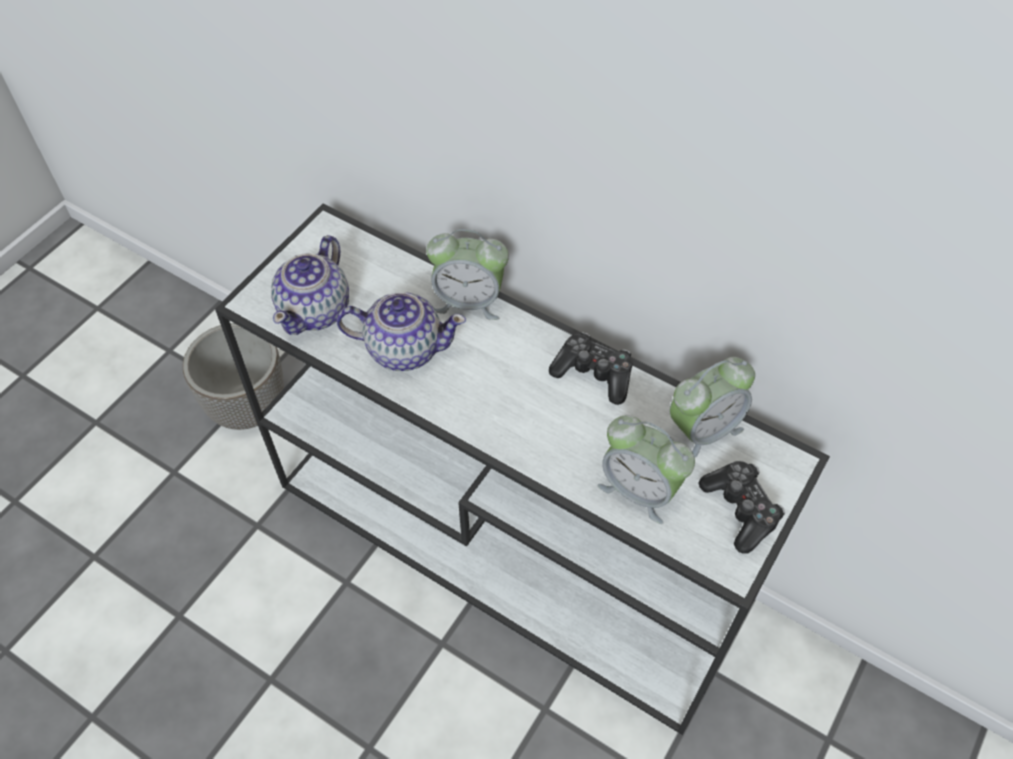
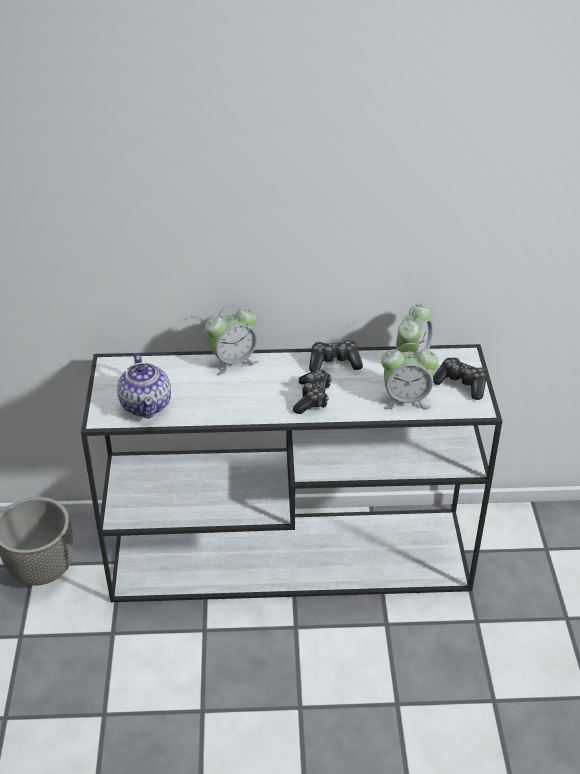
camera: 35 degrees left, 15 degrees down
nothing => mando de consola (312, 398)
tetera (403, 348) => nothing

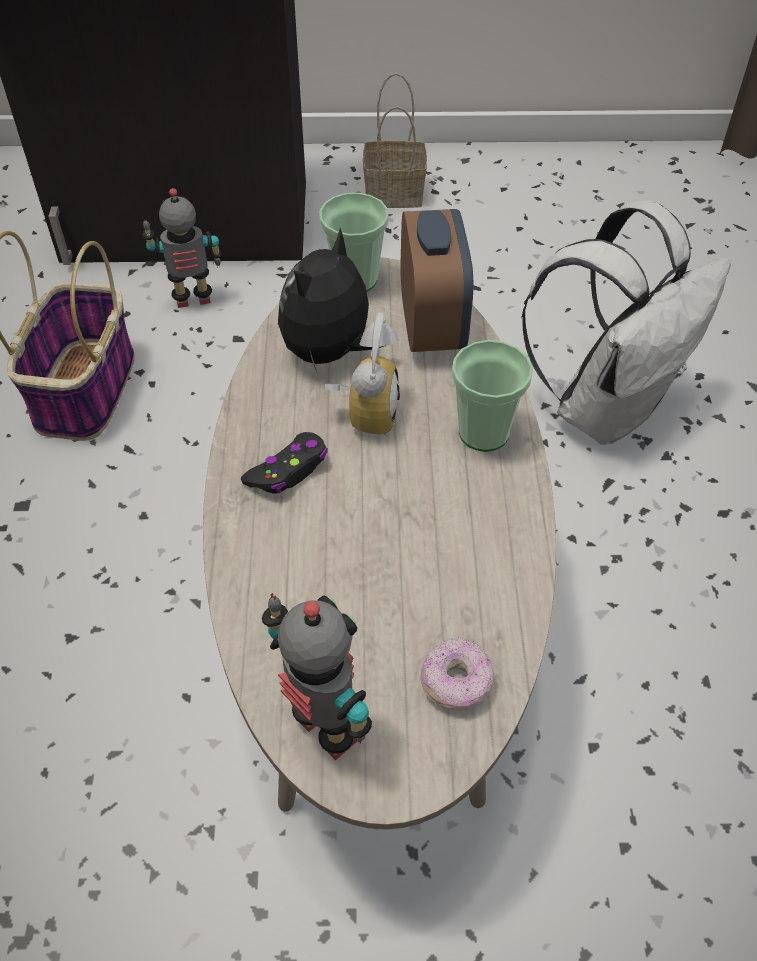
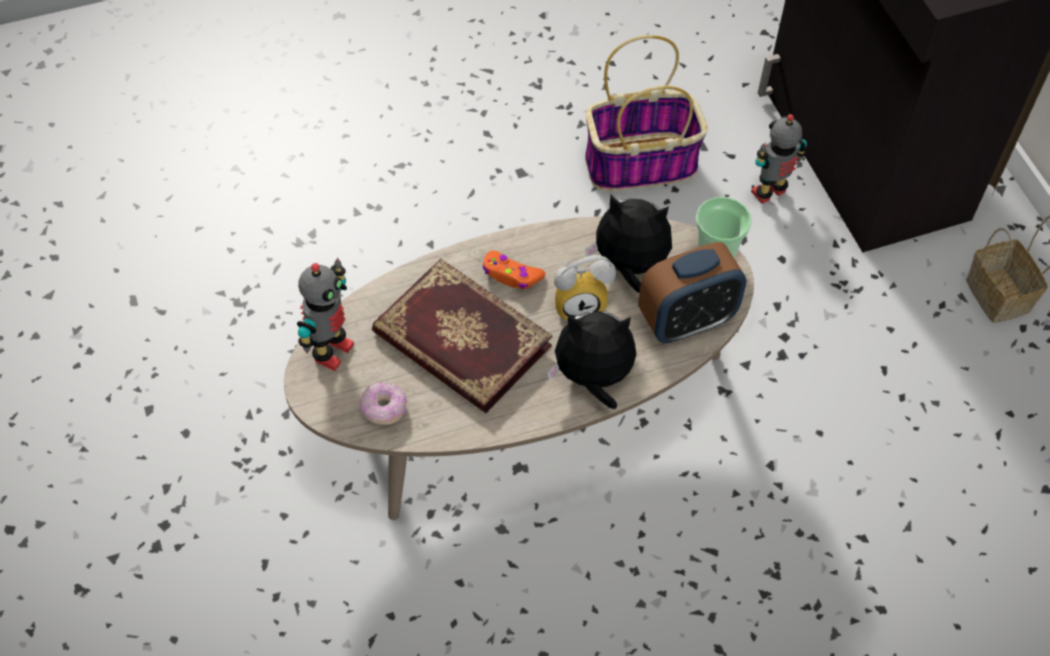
camera: 70 degrees right, 5 degrees up
nothing => libro (460, 341)
mando de consola/negro (289, 470) => mando de consola/naranja (511, 275)
taza (483, 432) => peluche (592, 378)
robot de juguete (193, 301) => robot de juguete (770, 194), 90 degrees counterclockwise
mochila/blanco (606, 406) => nothing

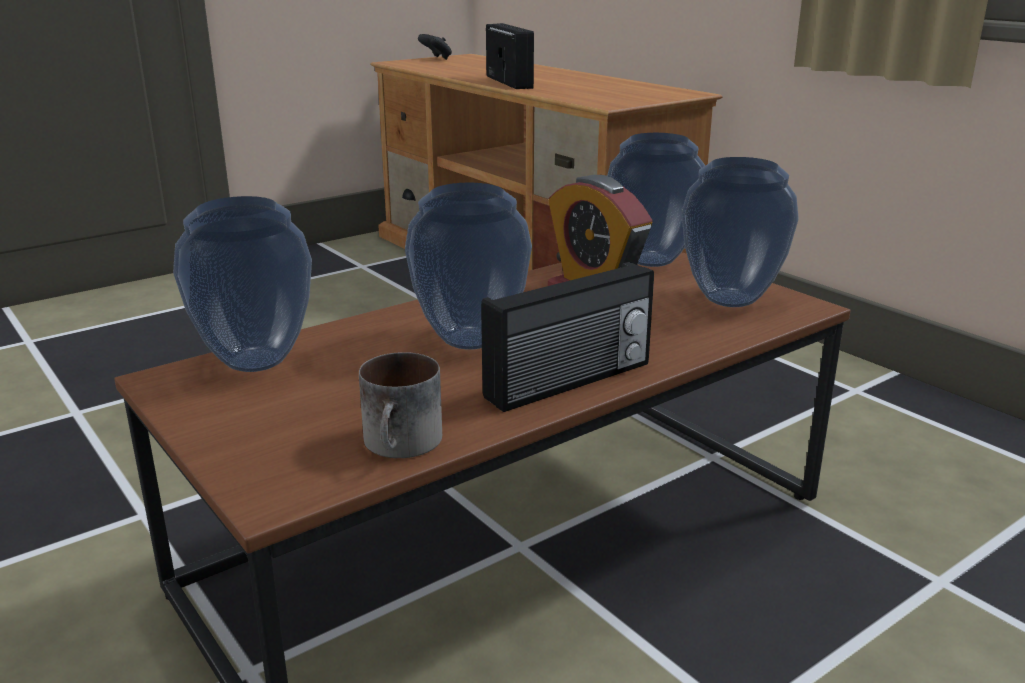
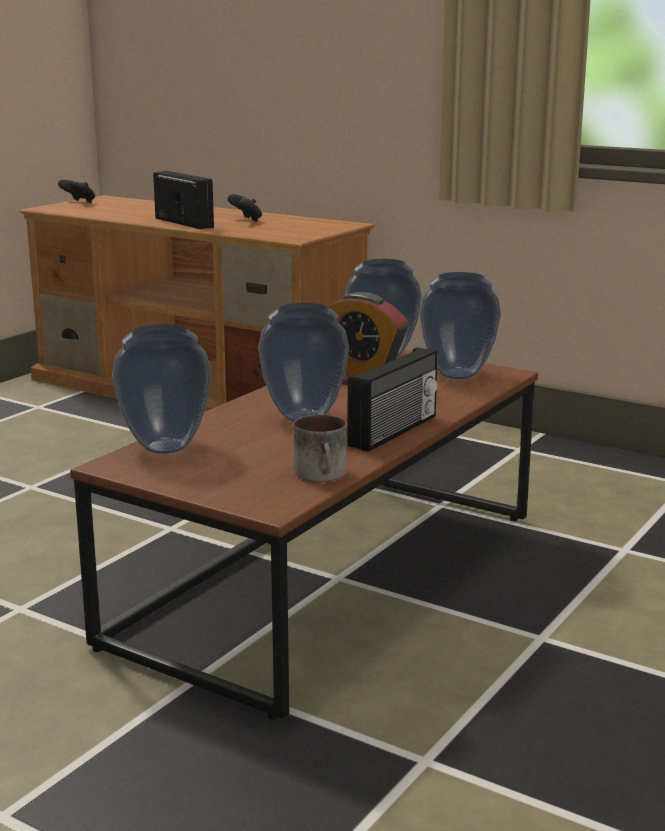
camera: 20 degrees left, 5 degrees down
nothing => mando de consola/negro (246, 220)

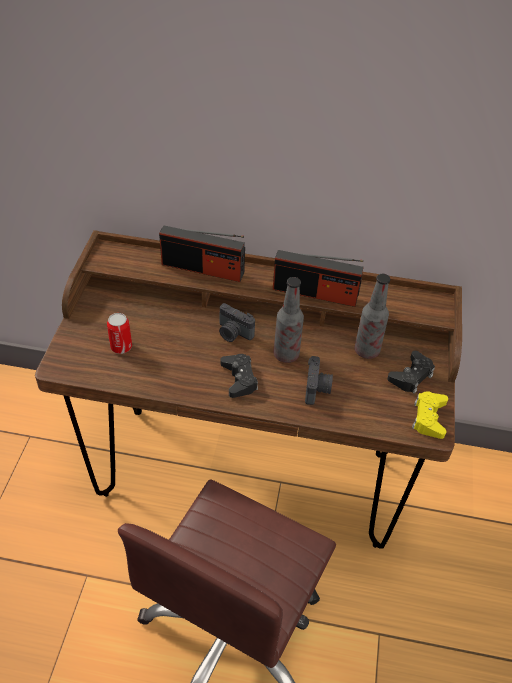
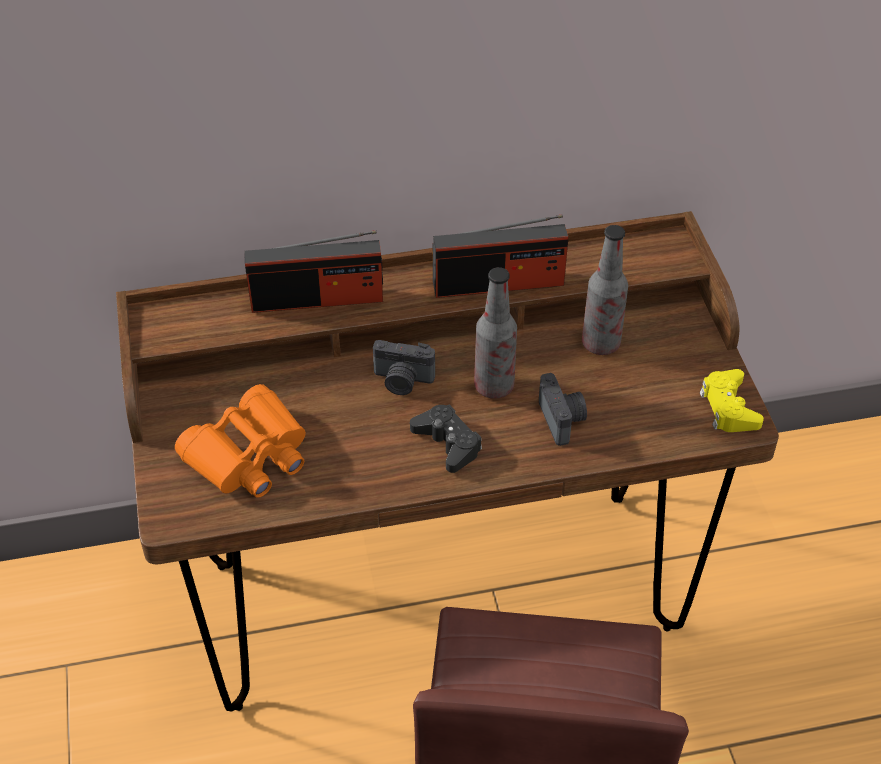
camera: 20 degrees left, 0 degrees up
lata (121, 347) => prismáticos/naranja (249, 456)
mando de consola/negro (411, 376) => nothing

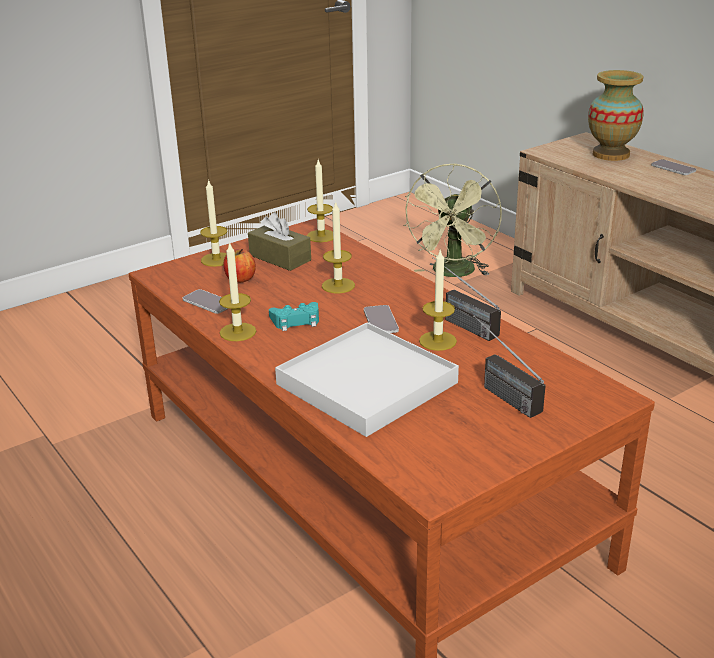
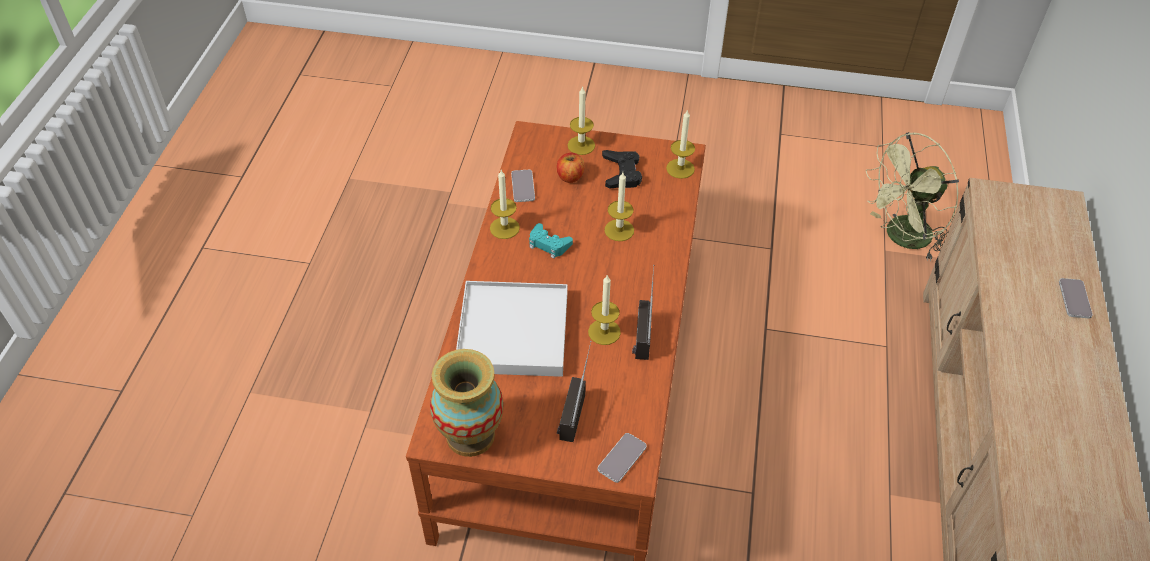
camera: 45 degrees right, 20 degrees up
florero (611, 155) => florero (470, 436), shifted
móvil (380, 321) => móvil (622, 458), shifted
caja de pañuelos/marrón (280, 258) => mando de consola/negro (621, 173)

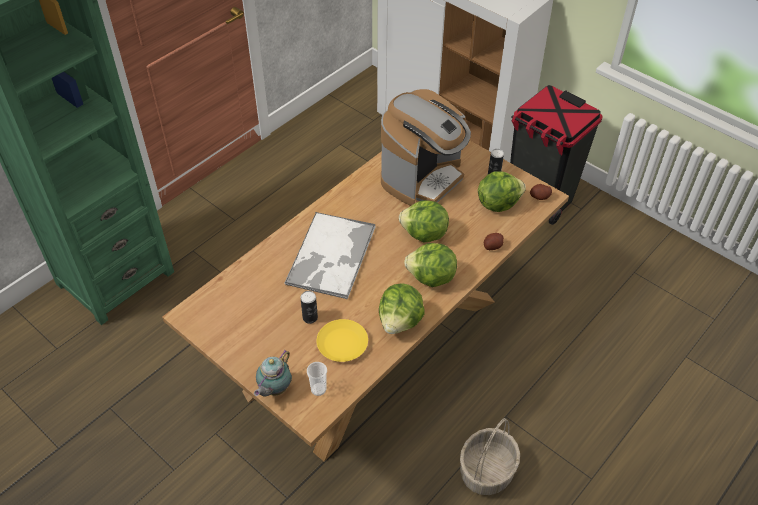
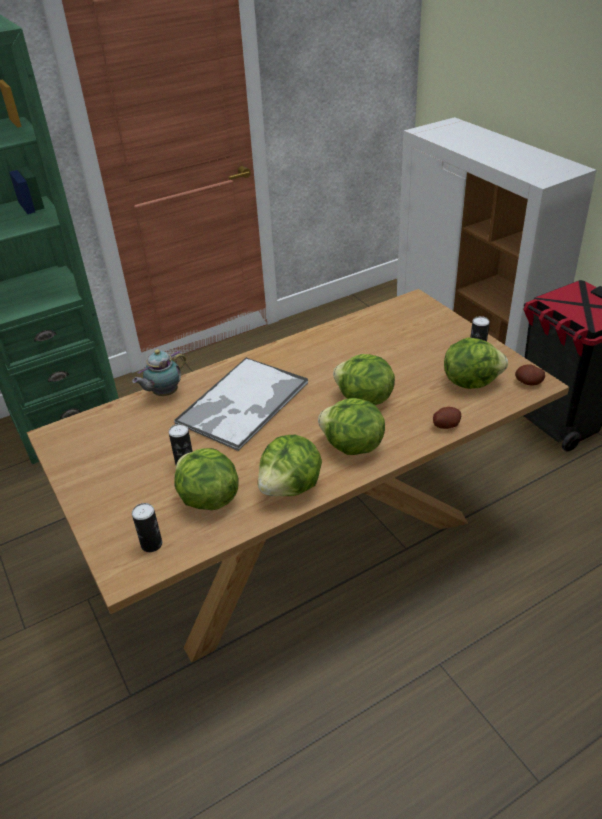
camera: 20 degrees right, 10 degrees down
tetera (274, 389) => tetera (164, 393), shifted
taza (318, 389) => lata (151, 544)
plato/amarillo (342, 344) => lechuga (207, 499)
cafetera (423, 178) => nothing
cesta (487, 472) => nothing

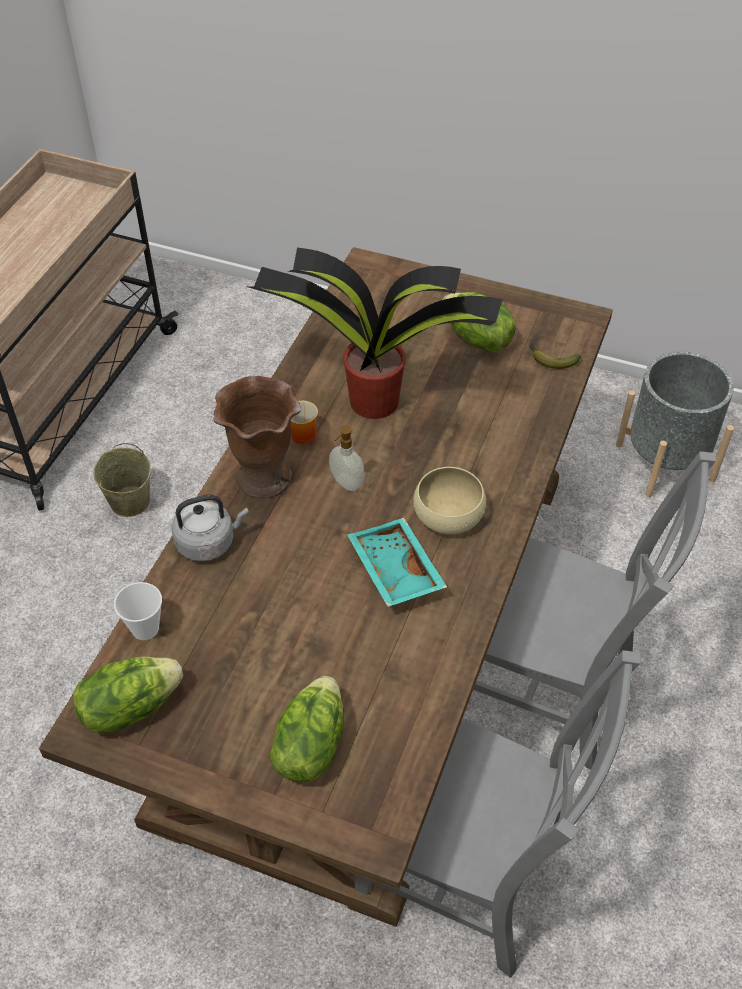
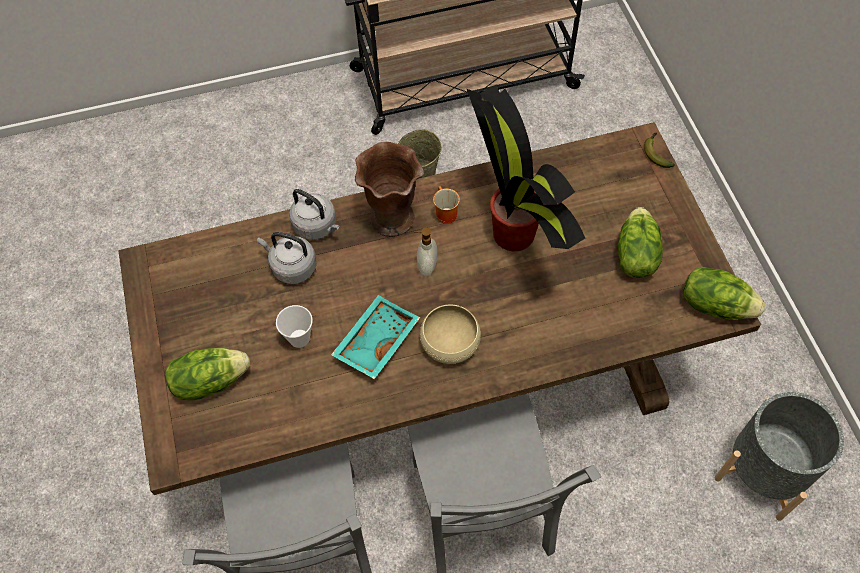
camera: 55 degrees right, 10 degrees up
nothing => hervidor/gris (291, 267)
taza (145, 629) => taza (299, 338), shifted
plátano (550, 360) => plátano (656, 153), shifted
lechuga (130, 707) => lechuga (715, 305), shifted

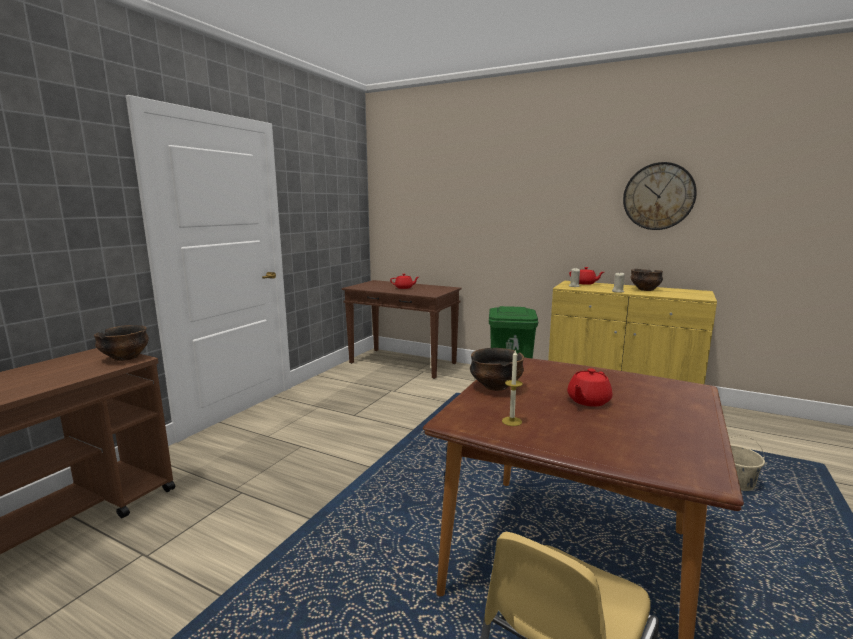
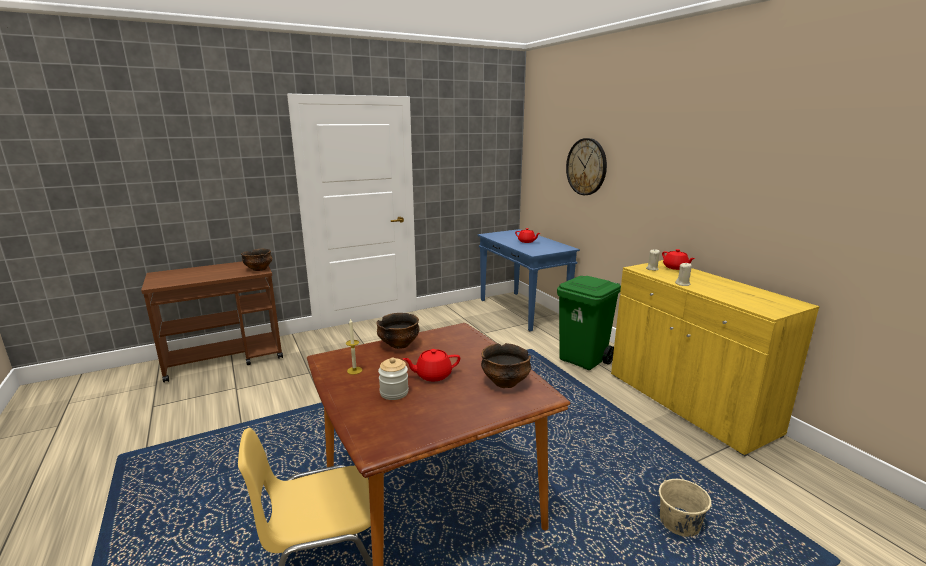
camera: 35 degrees right, 5 degrees up
nothing => tarro (394, 392)
mesa consola/marrón (403, 363) => mesa consola/azul (523, 311)
cuenco (645, 289) => cuenco (505, 382), shifted
reloj de pared (658, 196) => reloj de pared (586, 167), shifted

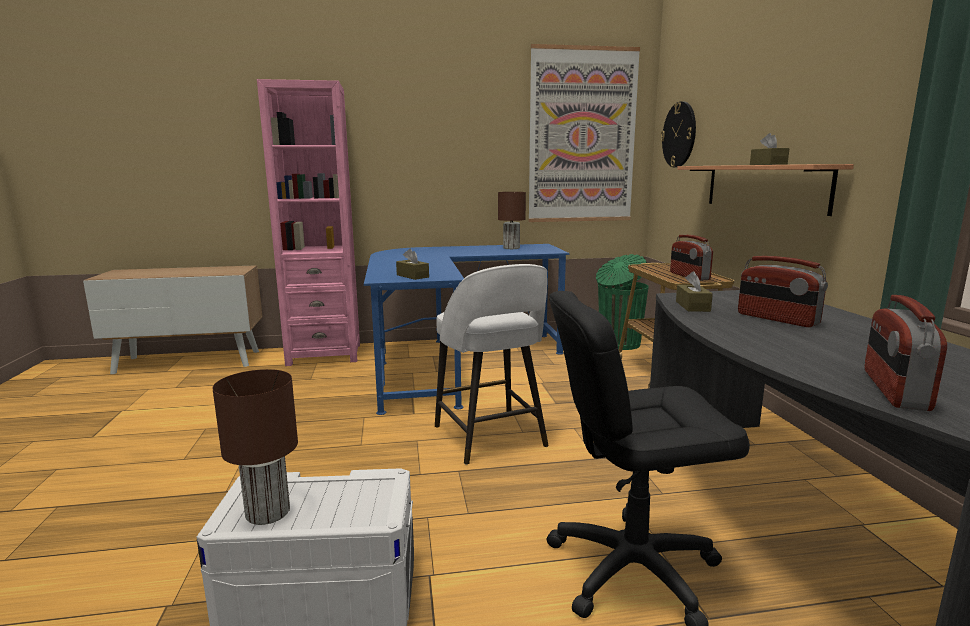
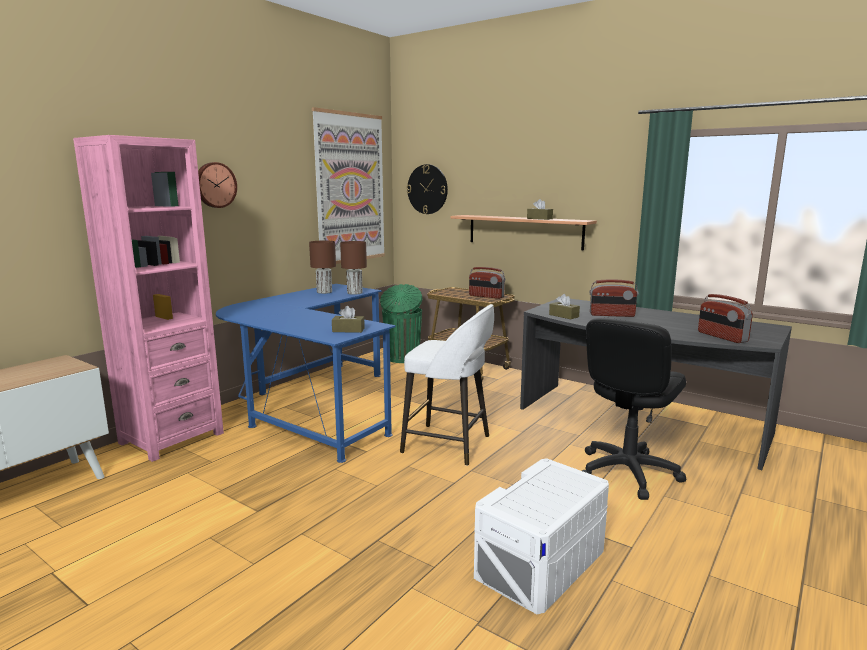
camera: 45 degrees left, 0 degrees up
nothing => reloj de pared (215, 185)
lámpara de mesa/marrón (266, 513) => lámpara de mesa/marrón (354, 293), shifted

